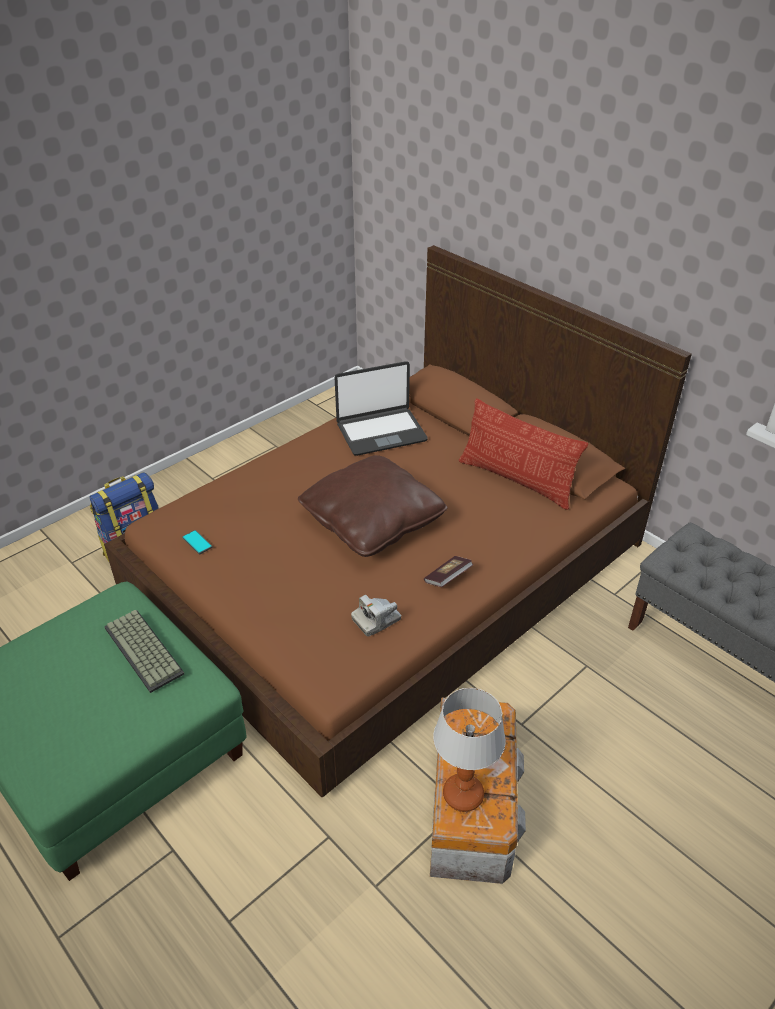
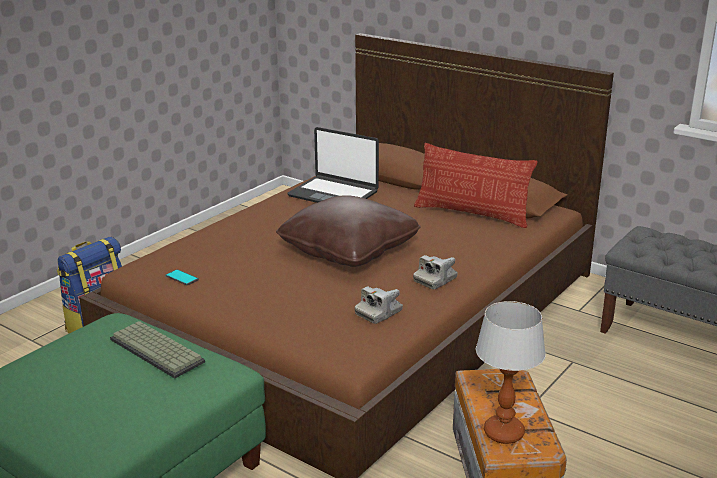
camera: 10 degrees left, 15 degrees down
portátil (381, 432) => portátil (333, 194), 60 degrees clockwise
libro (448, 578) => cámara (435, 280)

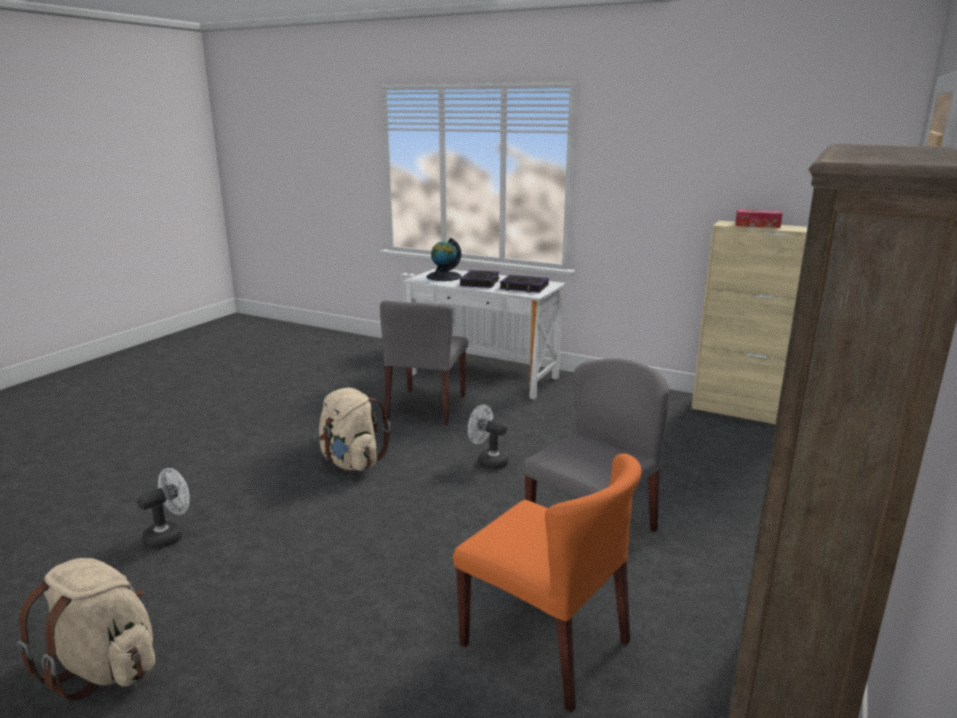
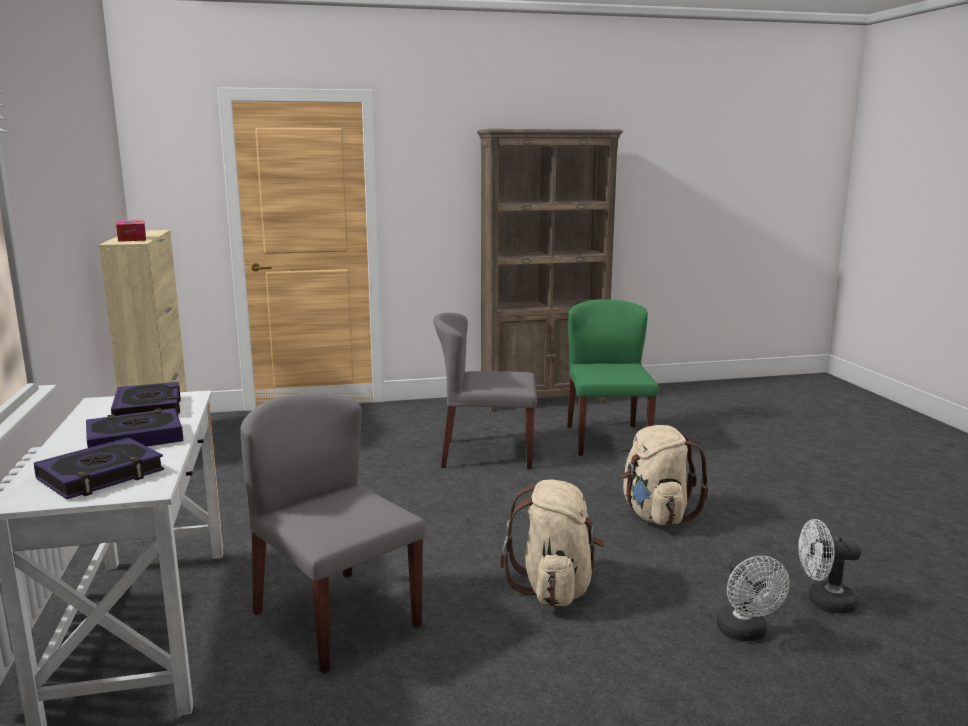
camera: 130 degrees left, 5 degrees down
globo terráqueo (444, 277) => libro (101, 475)
silla/gris (426, 407) => silla/gris (335, 618), 105 degrees counterclockwise
silla/naranja (546, 644) => silla/verde (607, 439)
mochila/beis (105, 667) => mochila/beis (656, 515), shifted
ventilador/blanco (488, 461) => ventilador/blanco (745, 633), shifted

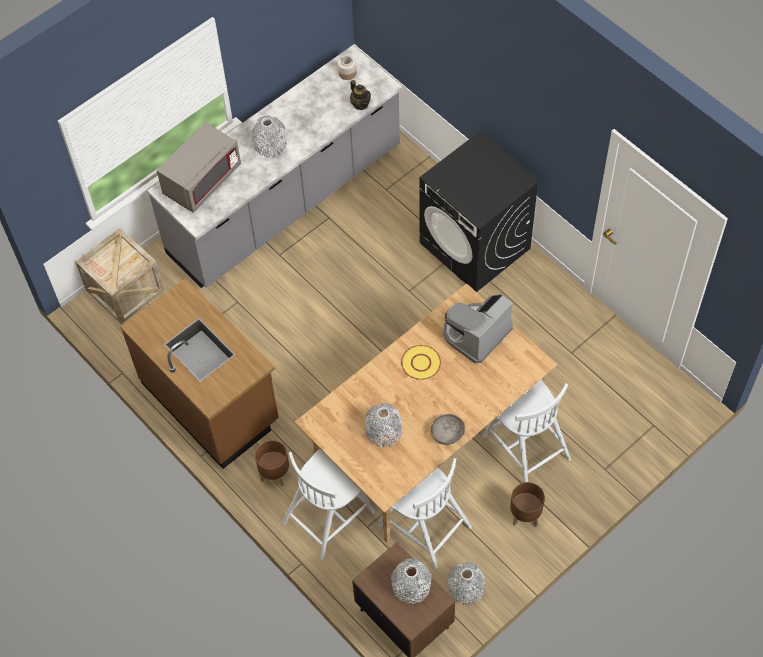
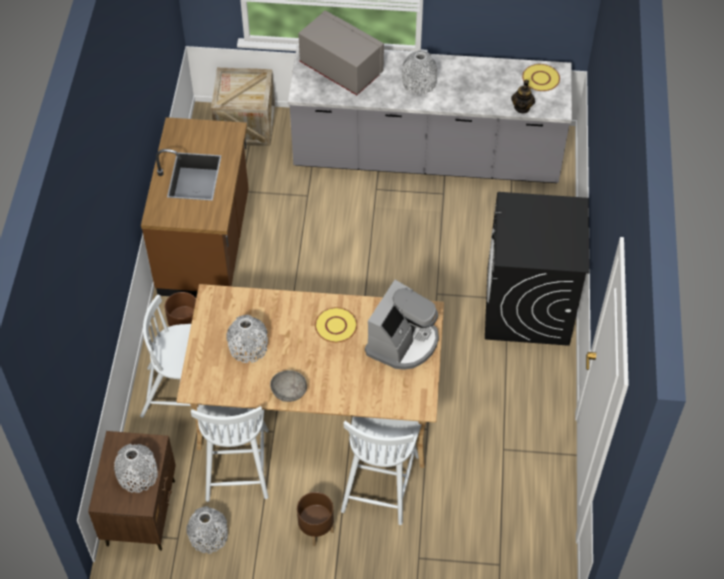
camera: 45 degrees right, 5 degrees down
microondas/gris (202, 181) => microondas/gris (341, 69), 135 degrees counterclockwise
cafetera (475, 333) => cafetera (403, 342), 120 degrees clockwise
tarro (347, 73) => plato/amarillo (540, 78)

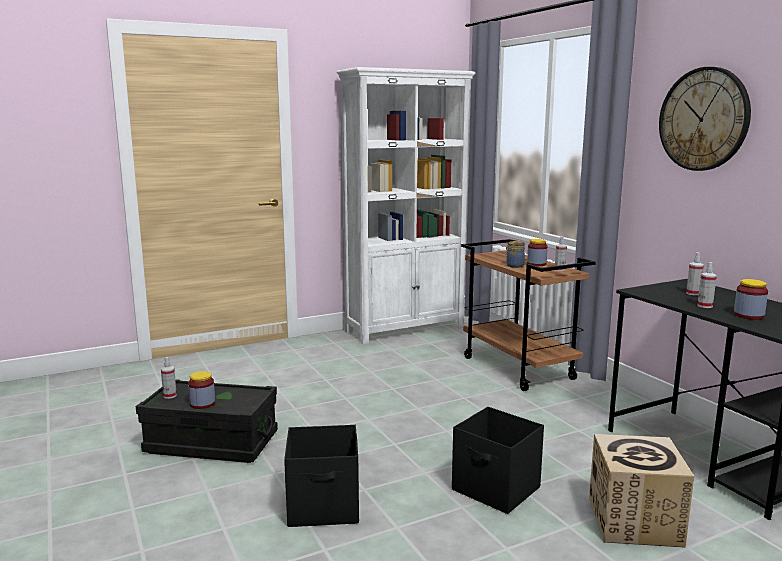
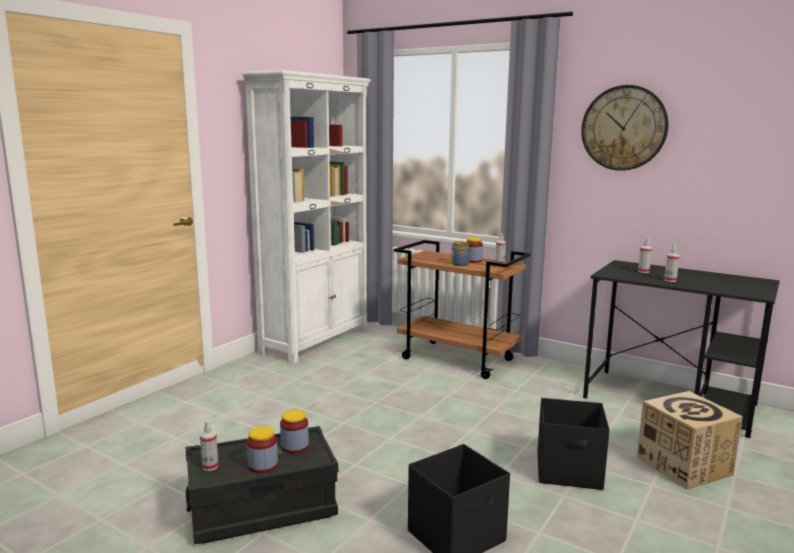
camera: 30 degrees left, 0 degrees up
tarro (748, 315) => tarro (294, 446), shifted

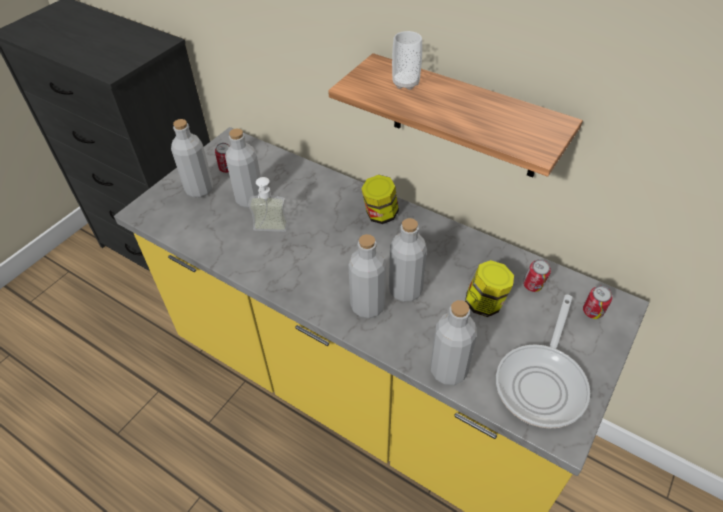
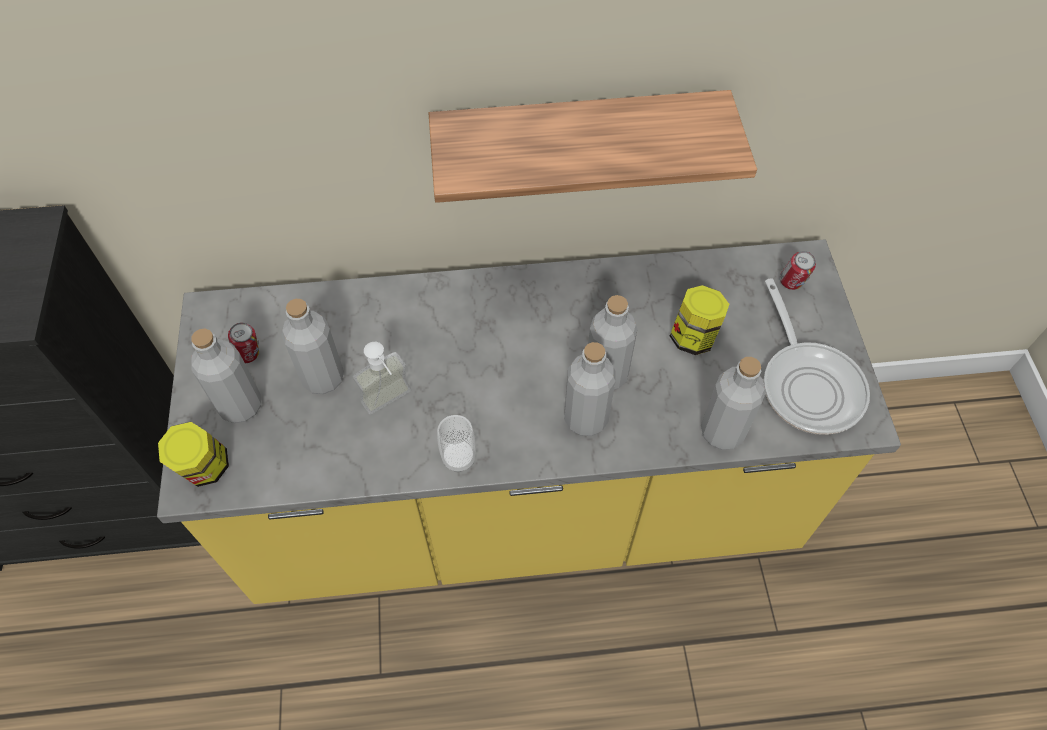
camera: 40 degrees left, 10 degrees up
tarro (380, 215) => tarro (204, 469), shifted
taza (405, 83) => taza (458, 458), shifted
lata (532, 287) => nothing

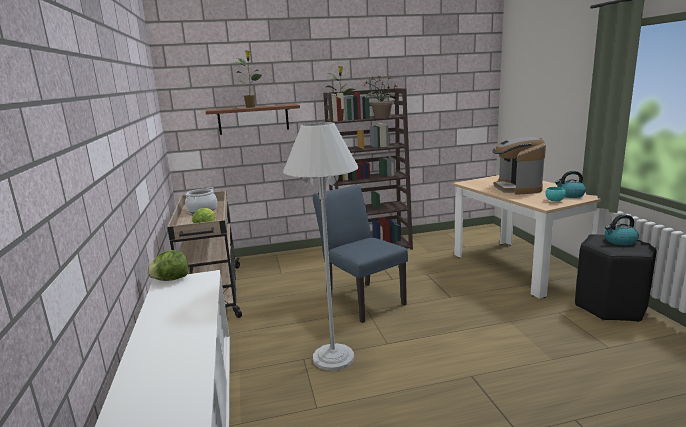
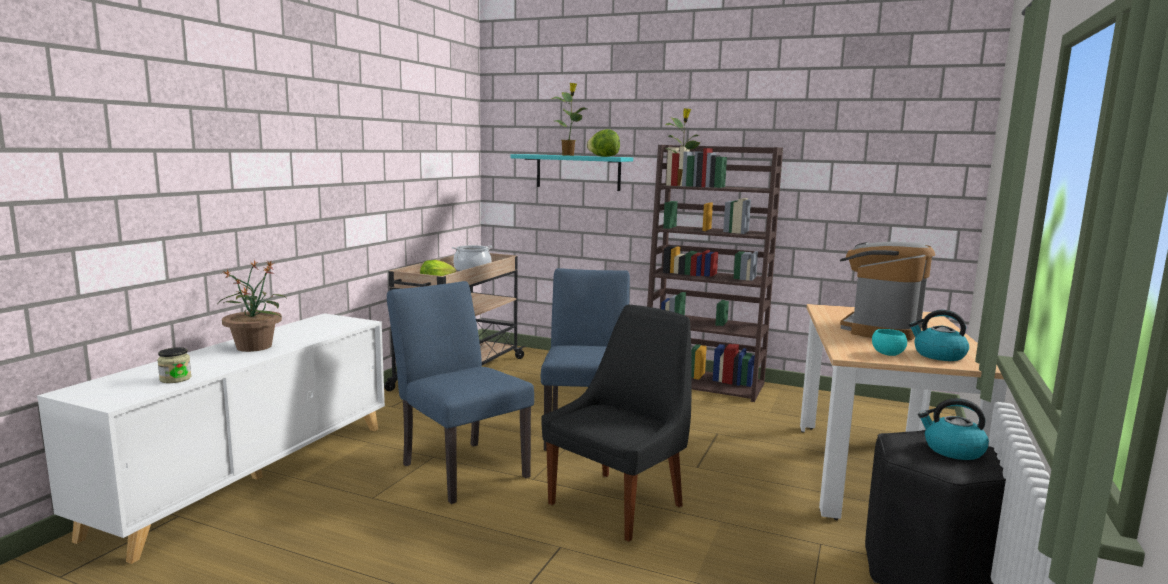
camera: 35 degrees right, 5 degrees down
nothing => tarro (175, 379)
planta en maceta (381, 117) => planta en maceta (254, 346), shifted
lámpara de pie/blanco (333, 357) => silla/azul (460, 467)
estante/marrón (253, 119) => estante/turquesa (578, 172)
nothing => silla/negro (619, 503)
lechuga (171, 279) => lechuga (603, 156), shifted

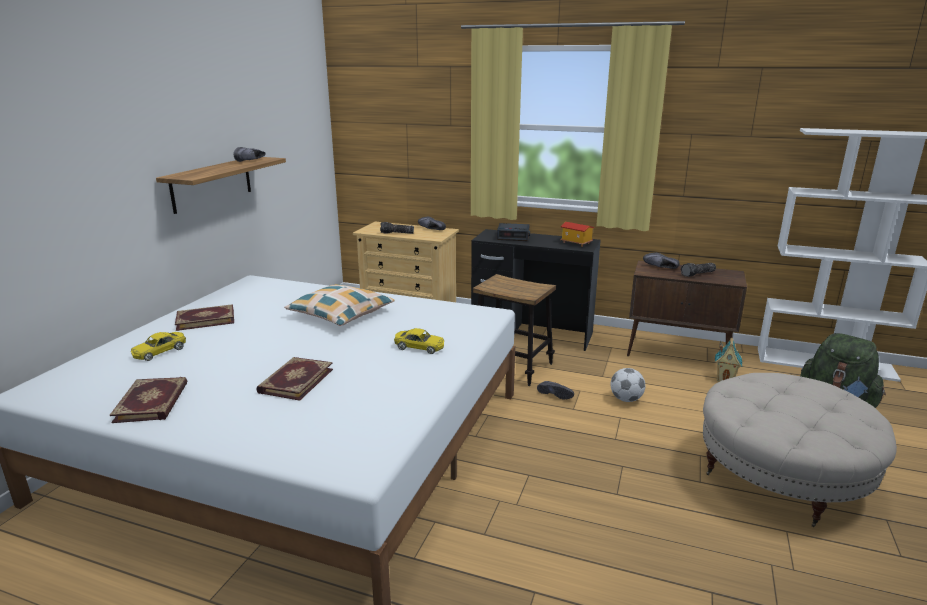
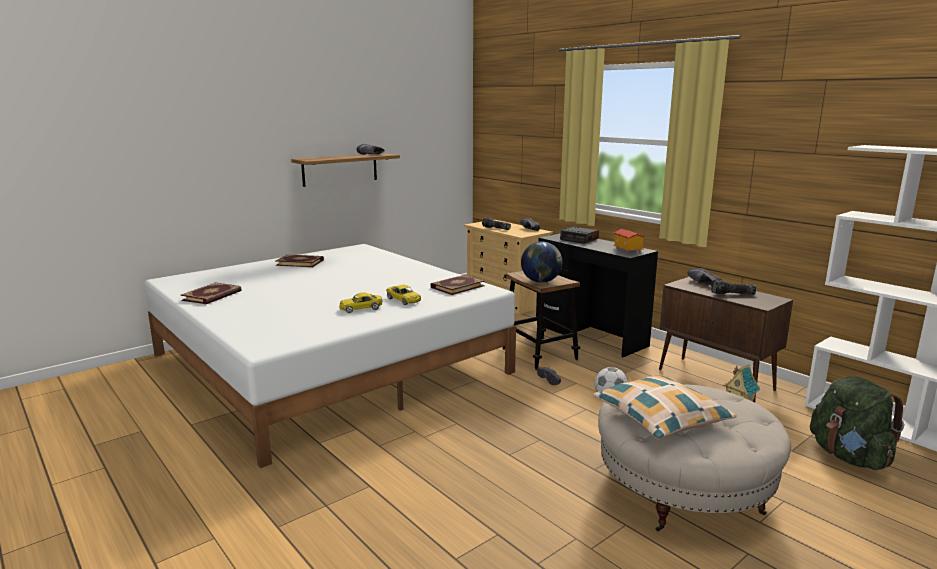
camera: 30 degrees right, 5 degrees down
coche de juguete/amarillo (159, 351) => coche de juguete/amarillo (361, 308), shifted
libro (295, 380) => libro (457, 286), shifted
nothing => globo terráqueo (541, 281)
cojín (341, 314) => cojín (661, 417), shifted

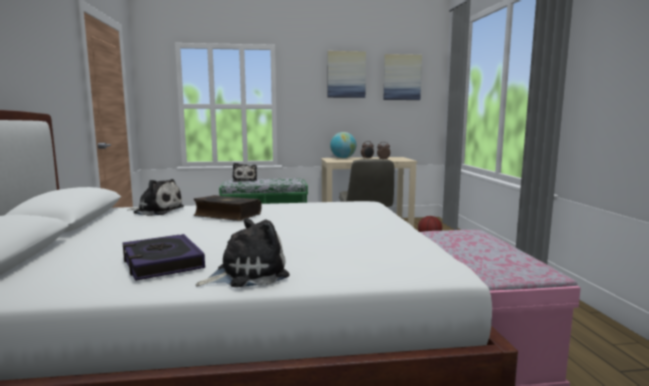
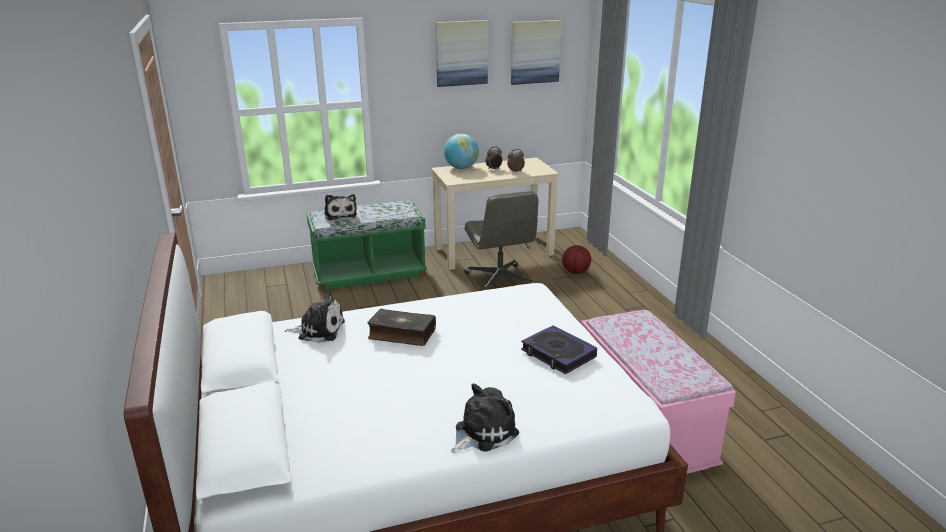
camera: 10 degrees left, 15 degrees up
libro (162, 262) => libro (558, 354), shifted

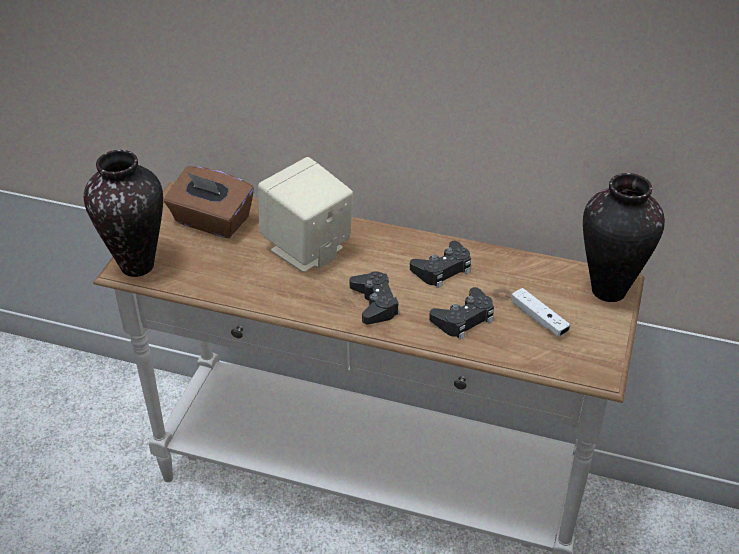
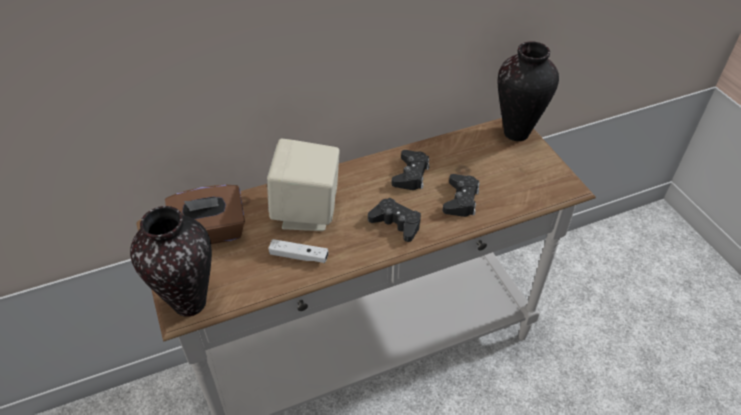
camera: 40 degrees left, 5 degrees up
mando de consola/blanco (539, 319) => mando de consola/blanco (299, 256), shifted

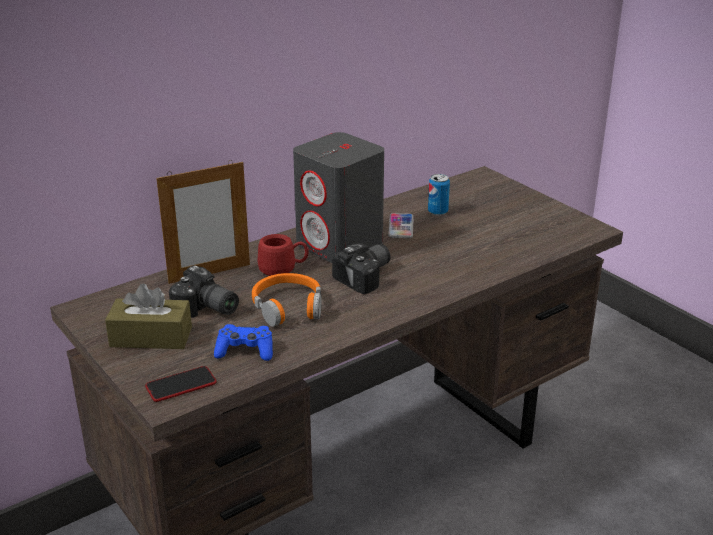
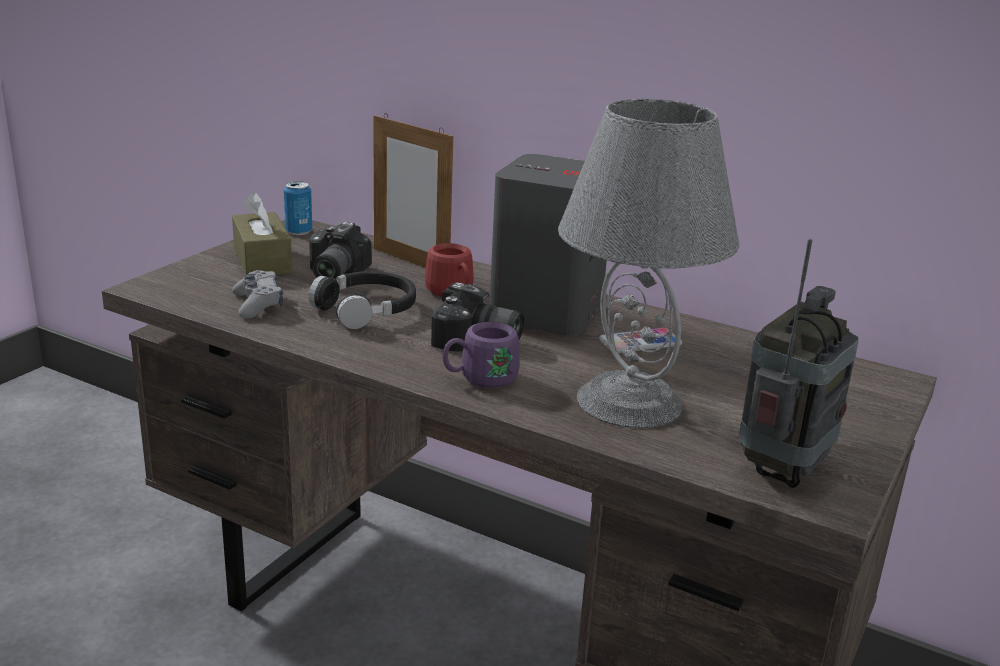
camera: 65 degrees right, 5 degrees down
mando de consola/azul (245, 351) => mando de consola/gris (258, 304)
lata (437, 212) => lata (298, 231), shifted
auriculares/naranja (288, 307) => auriculares/negro (366, 309)
nothing => taza grande/morado (479, 379)
nothing => lámpara de mesa/gris (630, 401)
nothing => radio (783, 469)
móvil (181, 385) => nothing

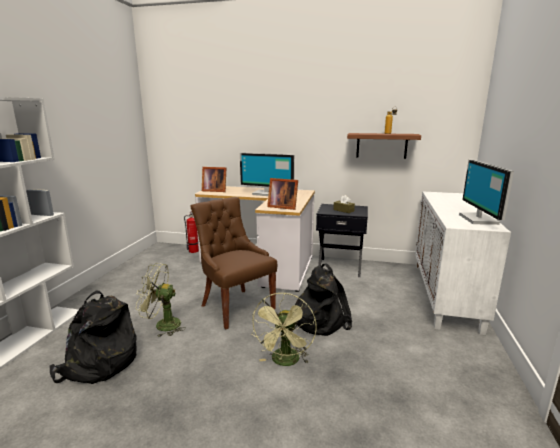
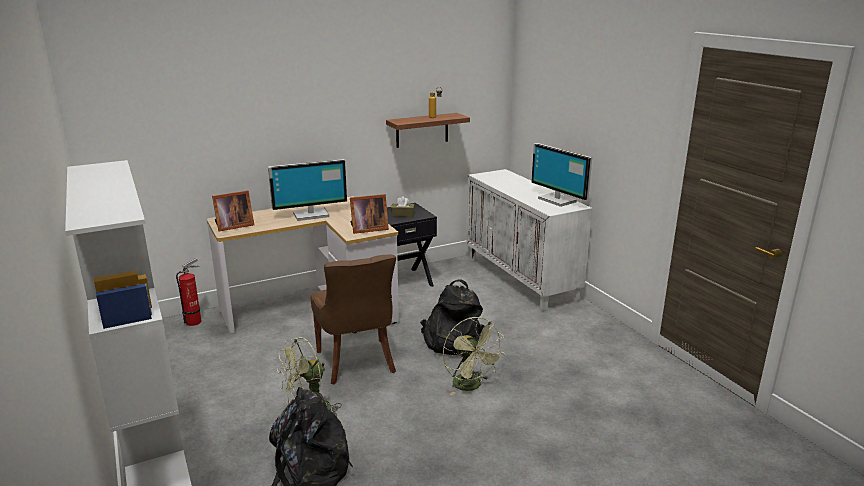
camera: 40 degrees left, 5 degrees up
silla/marrón (235, 307) => silla/marrón (357, 362), 120 degrees counterclockwise

